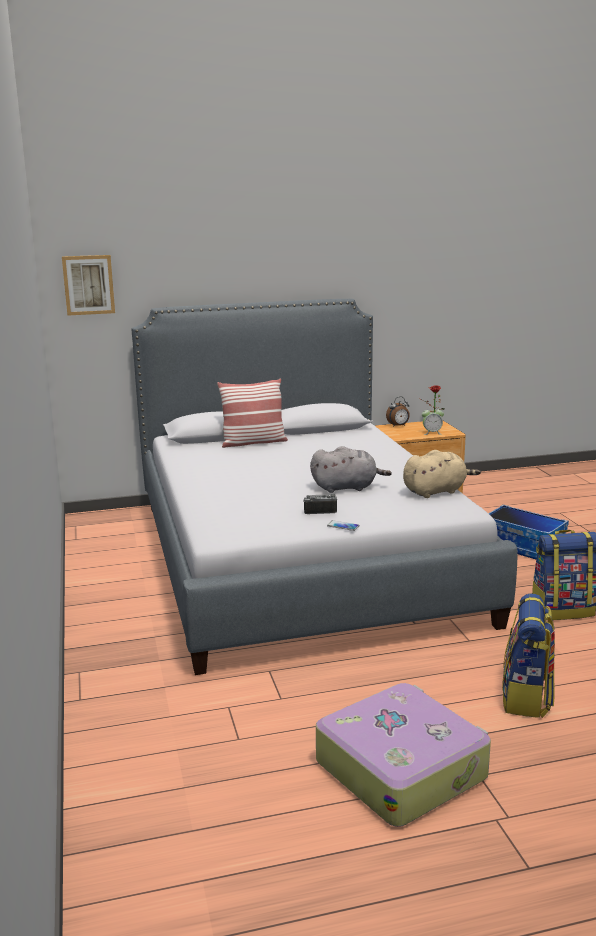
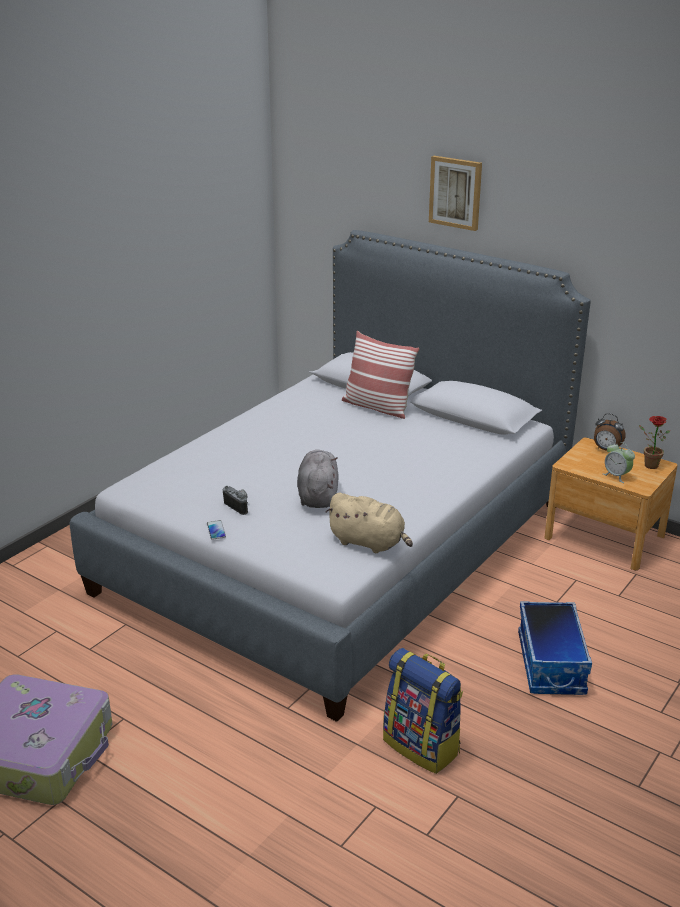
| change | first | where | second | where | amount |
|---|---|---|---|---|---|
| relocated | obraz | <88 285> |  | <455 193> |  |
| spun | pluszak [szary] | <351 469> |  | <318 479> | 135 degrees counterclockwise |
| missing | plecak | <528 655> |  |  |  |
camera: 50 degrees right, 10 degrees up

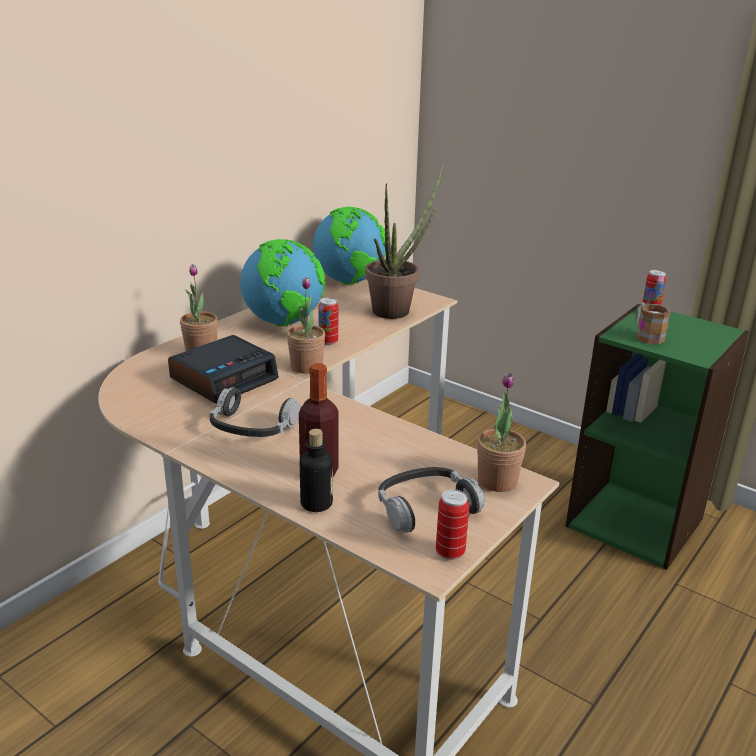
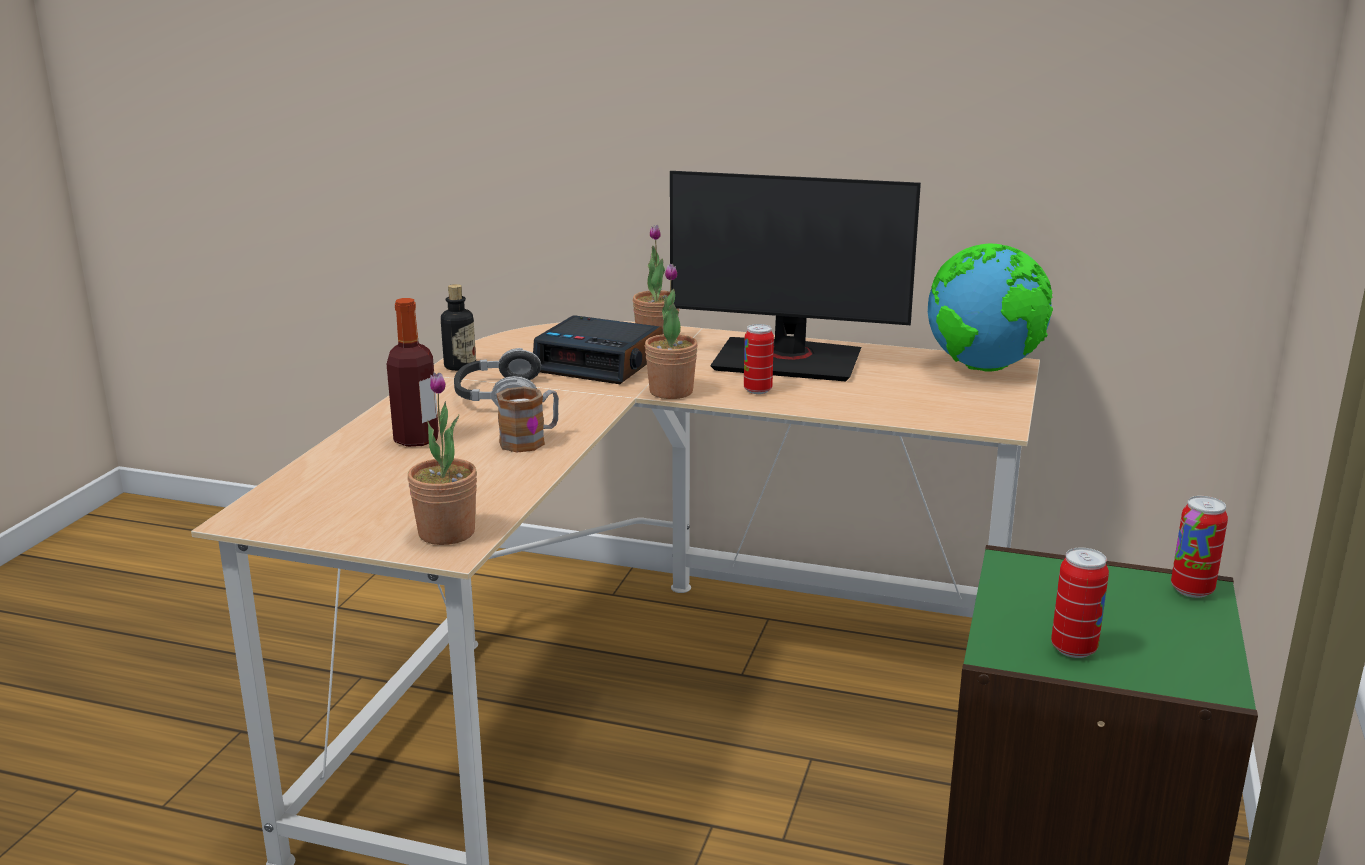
| change | first | where | second | where | amount |
|---|---|---|---|---|---|
| missing | roślina doniczkowa | <404 242> |  |  |  |
| exchanged | globus | <282 283> | monitor | <795 276> |  |
| relocated | kubek | <653 323> |  | <527 420> |  |
| relocated | butelka | <316 470> |  | <458 327> |  |
| missing | słuchawki | <431 500> |  |  |  |
| relocated | puszka | <452 524> |  | <1080 603> |  |
camera: 70 degrees right, 5 degrees down

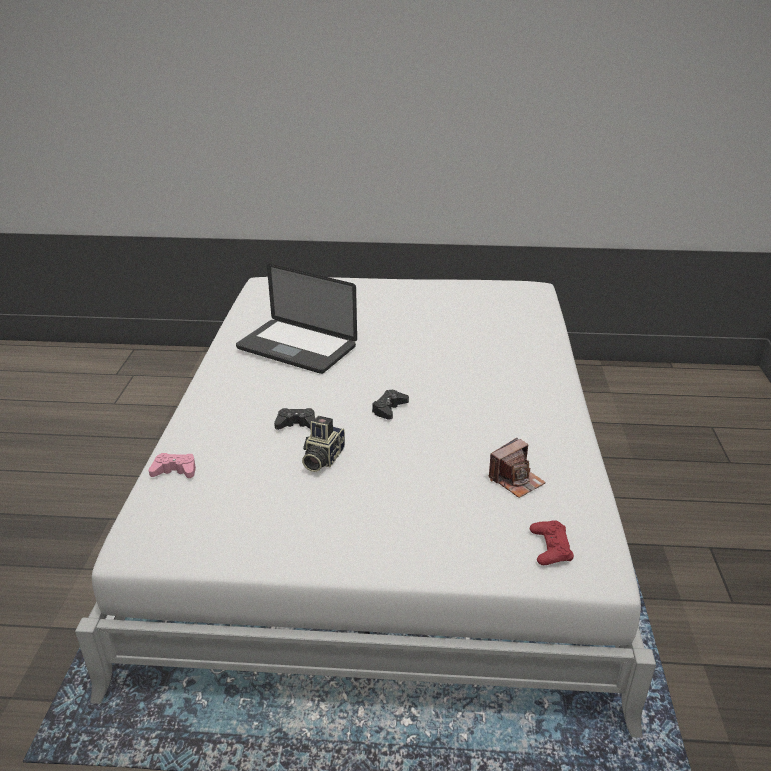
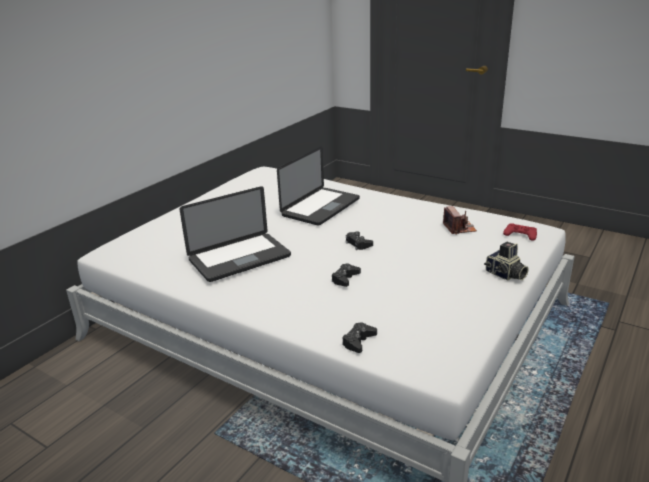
| change | first | where | second | where | amount |
|---|---|---|---|---|---|
| relocated | aparat fotograficzny | <323 444> |  | <506 261> |  |
| colour | pad do gier [różowy] | <172 465> | pad do gier [czarny] | <359 338> |  |
| appeared |  |  | laptop | <318 186> |  |
camera: 60 degrees left, 5 degrees down

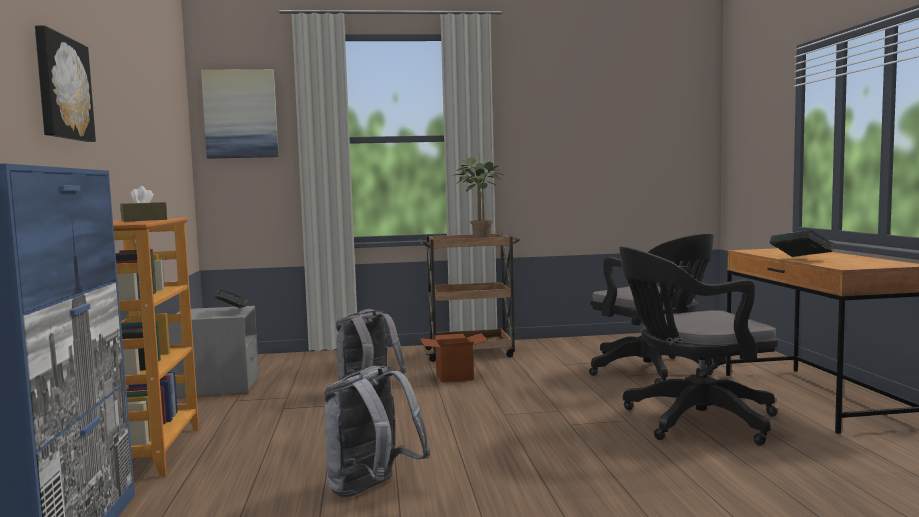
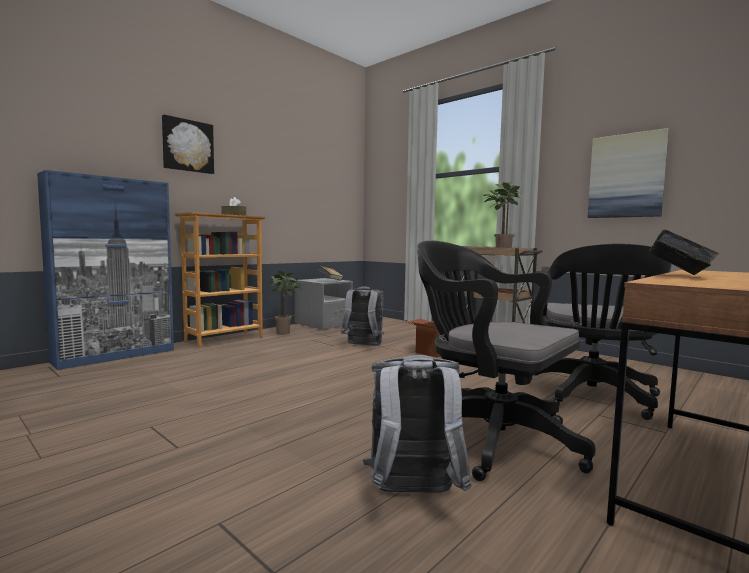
| change | first | where | second | where | amount |
|---|---|---|---|---|---|
| relocated | obraz | <240 114> |  | <628 173> |  |
| relocated | plecak [szary] | <377 431> |  | <417 424> |  |
| appeared |  |  | roślina doniczkowa | <286 303> |  |
camera: 50 degrees right, 0 degrees up

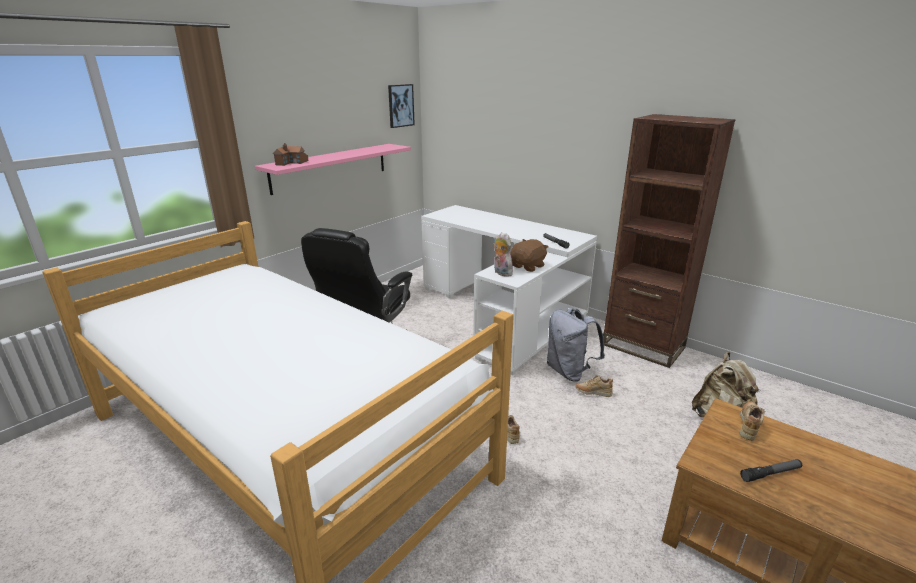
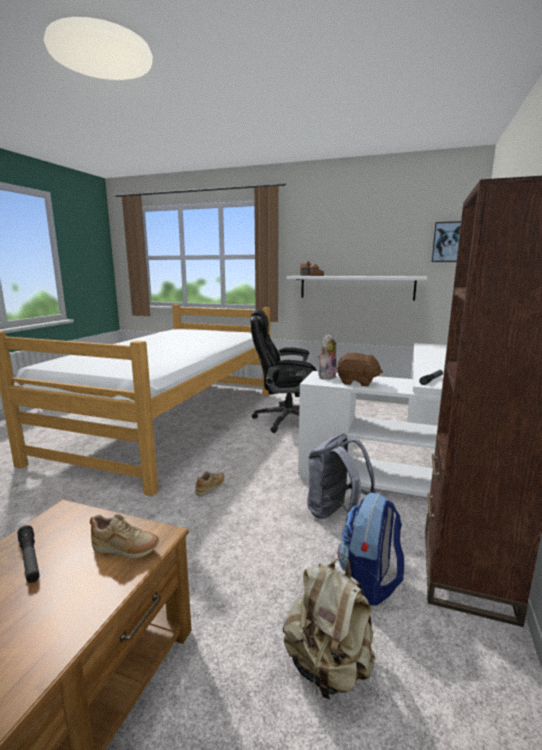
| change | first | where | second | where | amount |
|---|---|---|---|---|---|
| colour | półka [różowy] | <333 169> | półka [biały] | <357 288> |  |
| missing | but [beżowy] | <594 386> |  |  |  |
| appeared |  |  | plecak | <371 549> |  |
camera: 70 degrees right, 10 degrees down

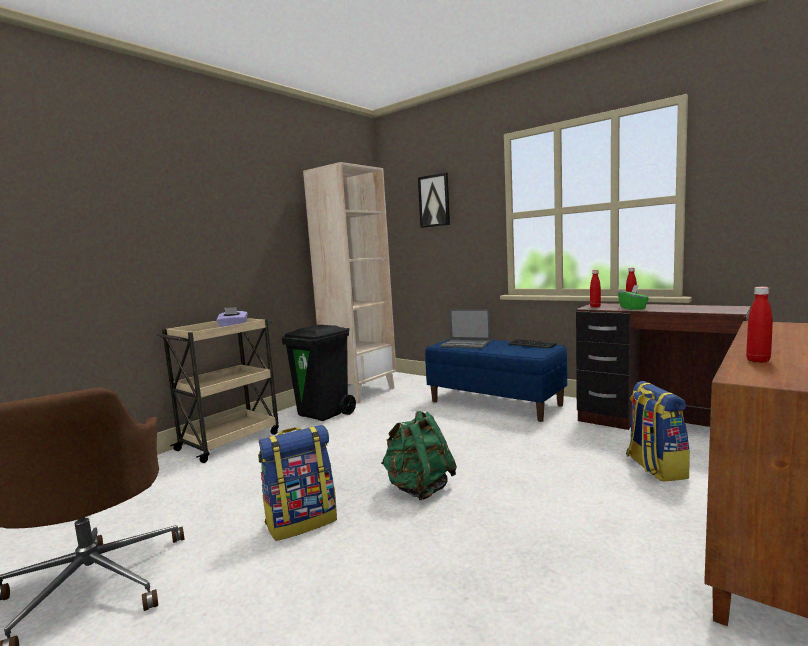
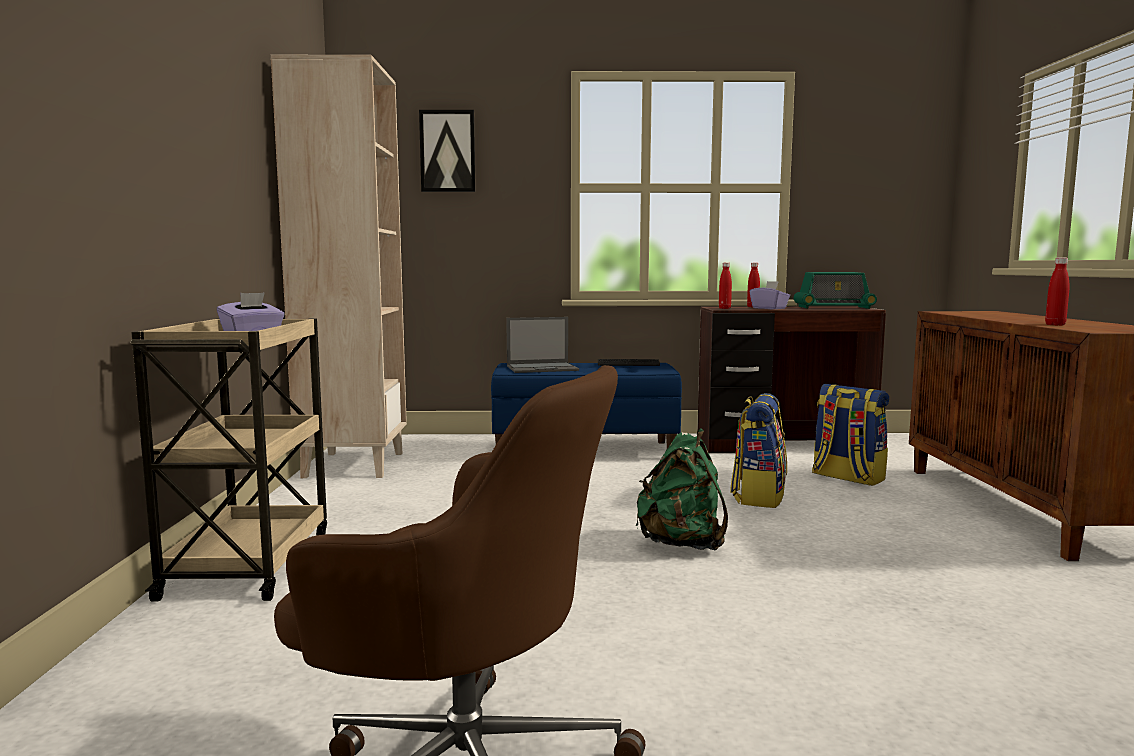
| change | first | where | second | where | amount |
|---|---|---|---|---|---|
| colour | pudełko chusteczek [zielony] | <633 297> | pudełko chusteczek [fioletowy] | <770 295> |  |
| missing | kosz na śmieci [czarny] | <319 373> |  |  |  |
| relocated | plecak | <297 483> |  | <758 450> |  |
| appeared |  |  | radio | <835 290> |  |
camera: 40 degrees left, 0 degrees up

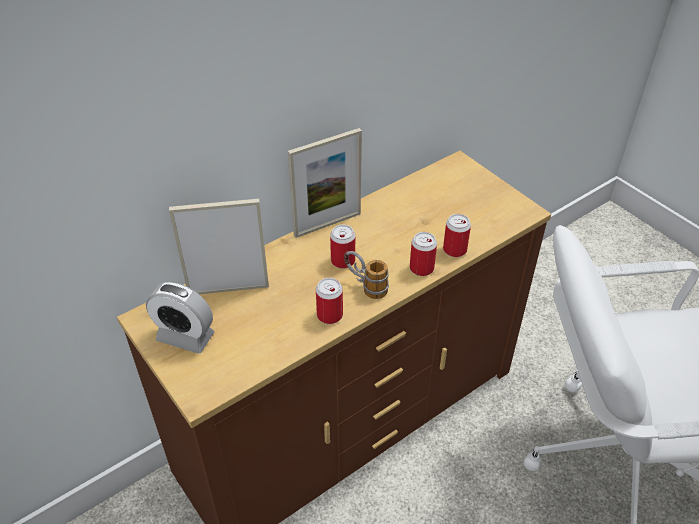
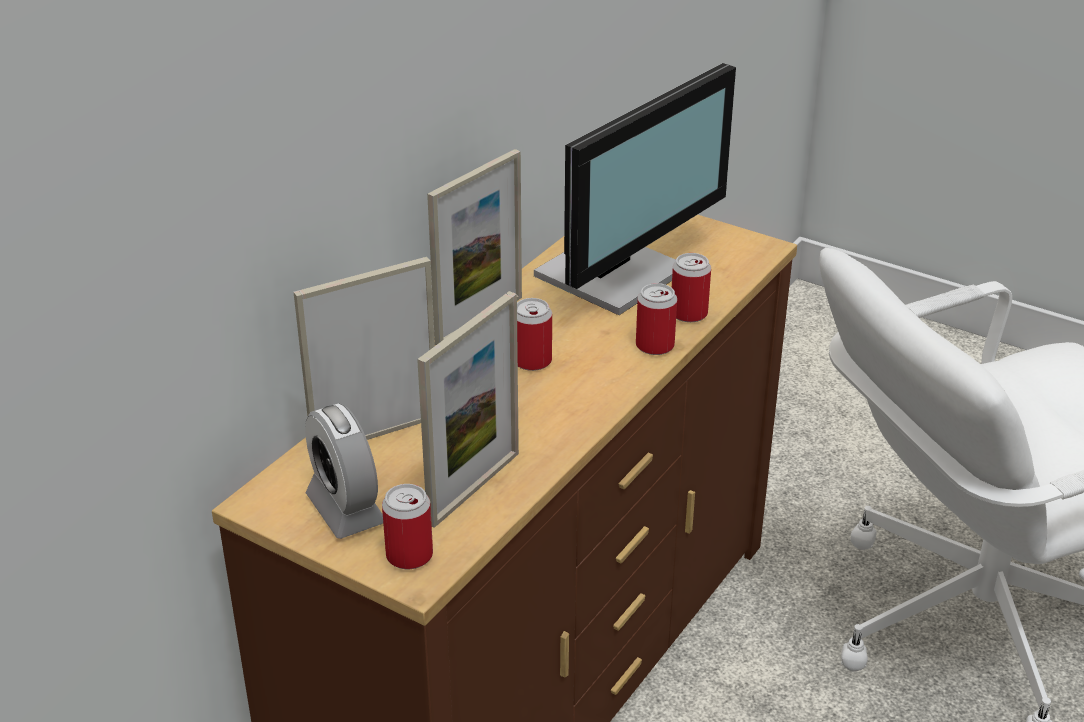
| change | first | where | second | where | amount |
|---|---|---|---|---|---|
| missing | kubek | <366 275> |  |  |  |
| relocated | puszka | <329 301> |  | <407 526> |  |
| spun | budzik | <180 318> |  | <344 471> | 60 degrees clockwise |
| appeared |  |  | monitor | <635 189> |  |
| appeared |  |  | ramka na zdjęcie | <468 409> |  |
camera: 20 degrees left, 10 degrees down

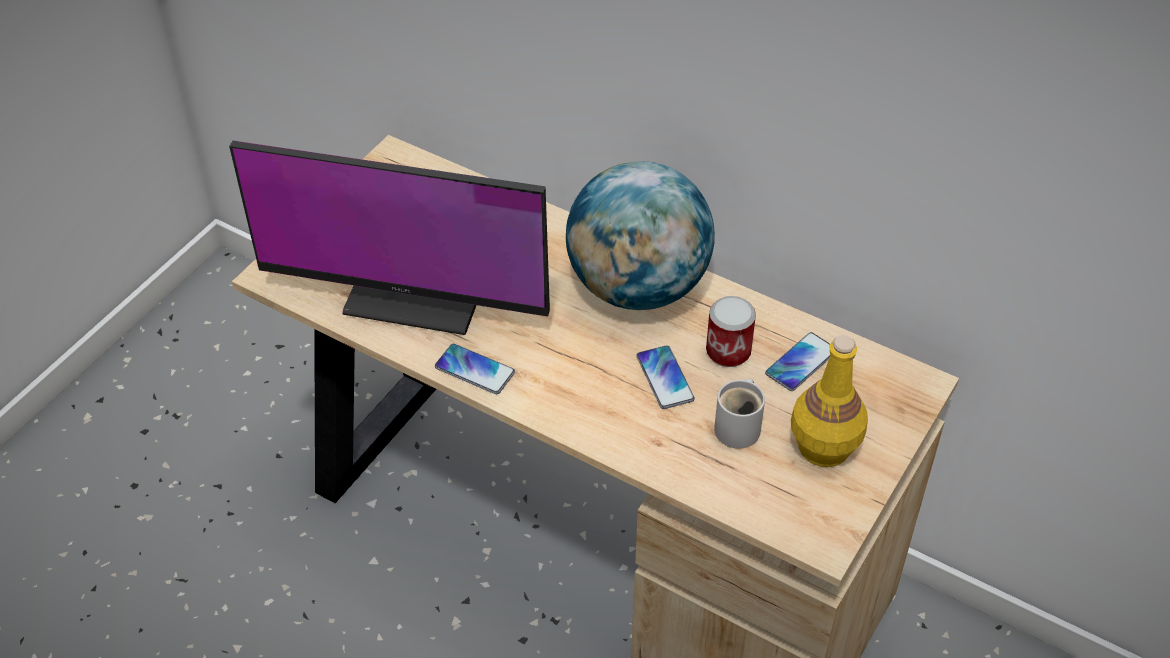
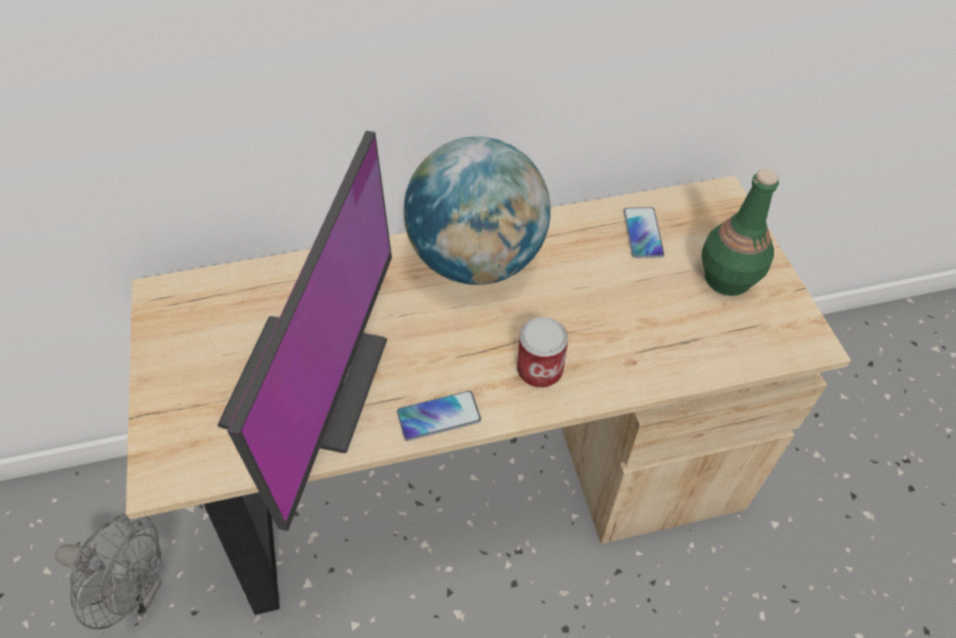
| change | first | where | second | where | amount |
|---|---|---|---|---|---|
| spun | monitor | <389 237> |  | <304 331> | 45 degrees counterclockwise |
| relocated | puszka | <731 331> |  | <542 352> |  |
| colour | butelka [żółty] | <829 401> | butelka [zielony] | <740 232> |  |
| missing | telefon | <665 377> |  |  |  |
| missing | kubek [biały] | <739 413> |  |  |  |
| appeared |  |  | wentylator [szary] | <108 571> |  |
camera: 45 degrees left, 5 degrees up

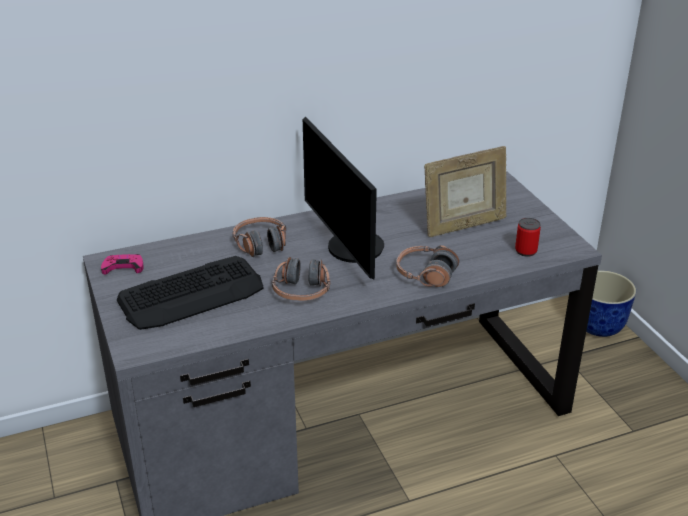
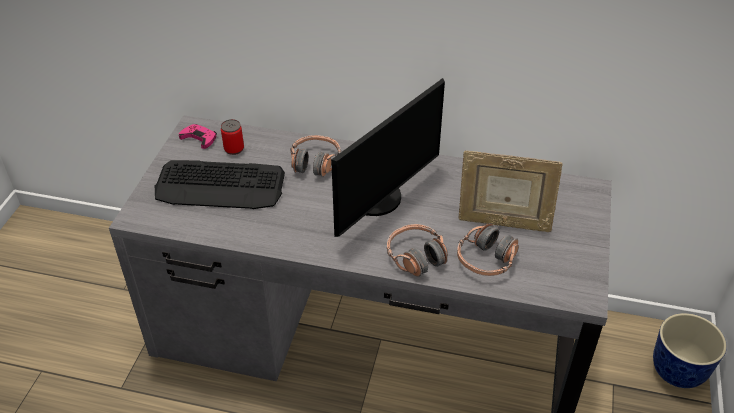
| change | first | where | second | where | amount |
|---|---|---|---|---|---|
| spun | monitor | <343 198> |  | <388 157> | 150 degrees counterclockwise |
| relocated | puszka | <528 237> |  | <232 137> |  |
| relocated | słuchawki | <301 279> |  | <488 249> |  |
camera: 35 degrees right, 10 degrees up

